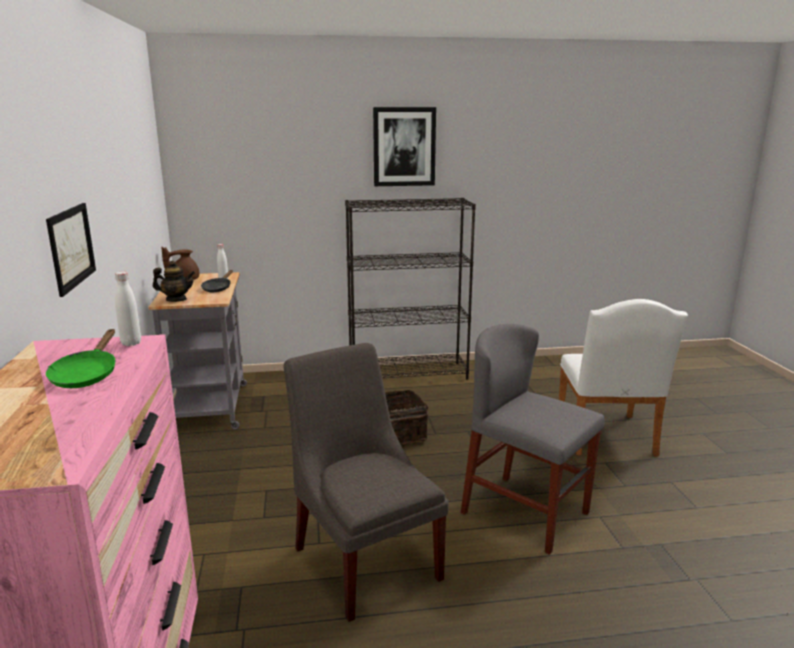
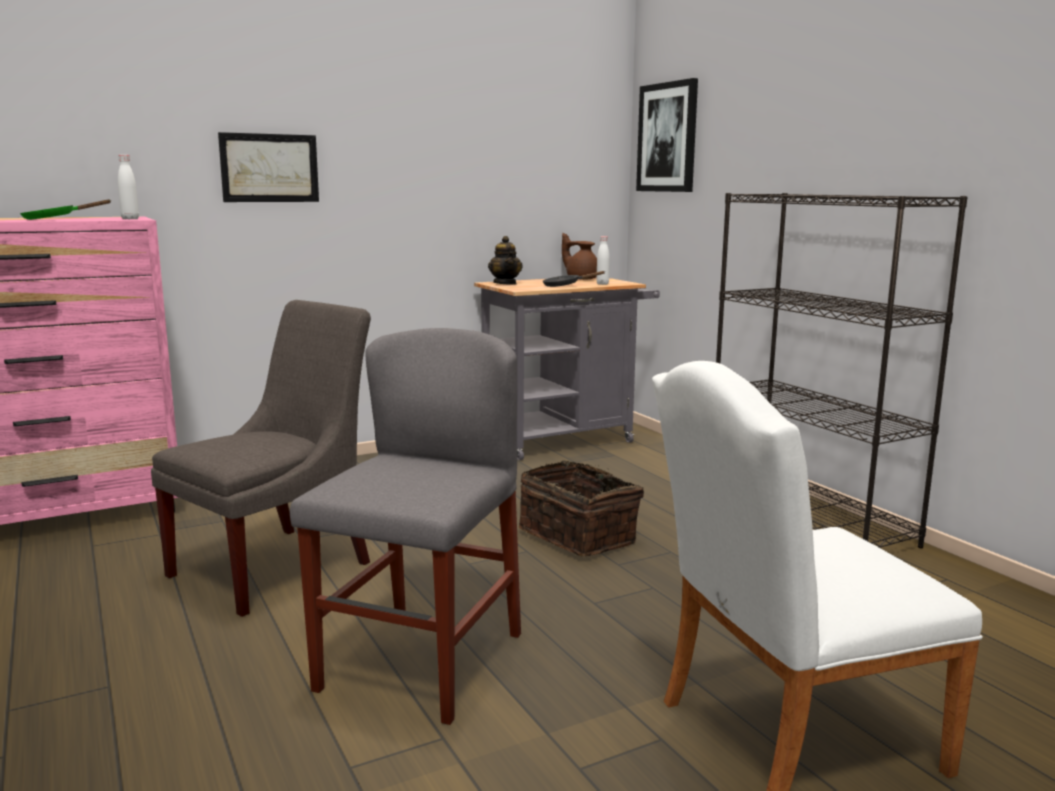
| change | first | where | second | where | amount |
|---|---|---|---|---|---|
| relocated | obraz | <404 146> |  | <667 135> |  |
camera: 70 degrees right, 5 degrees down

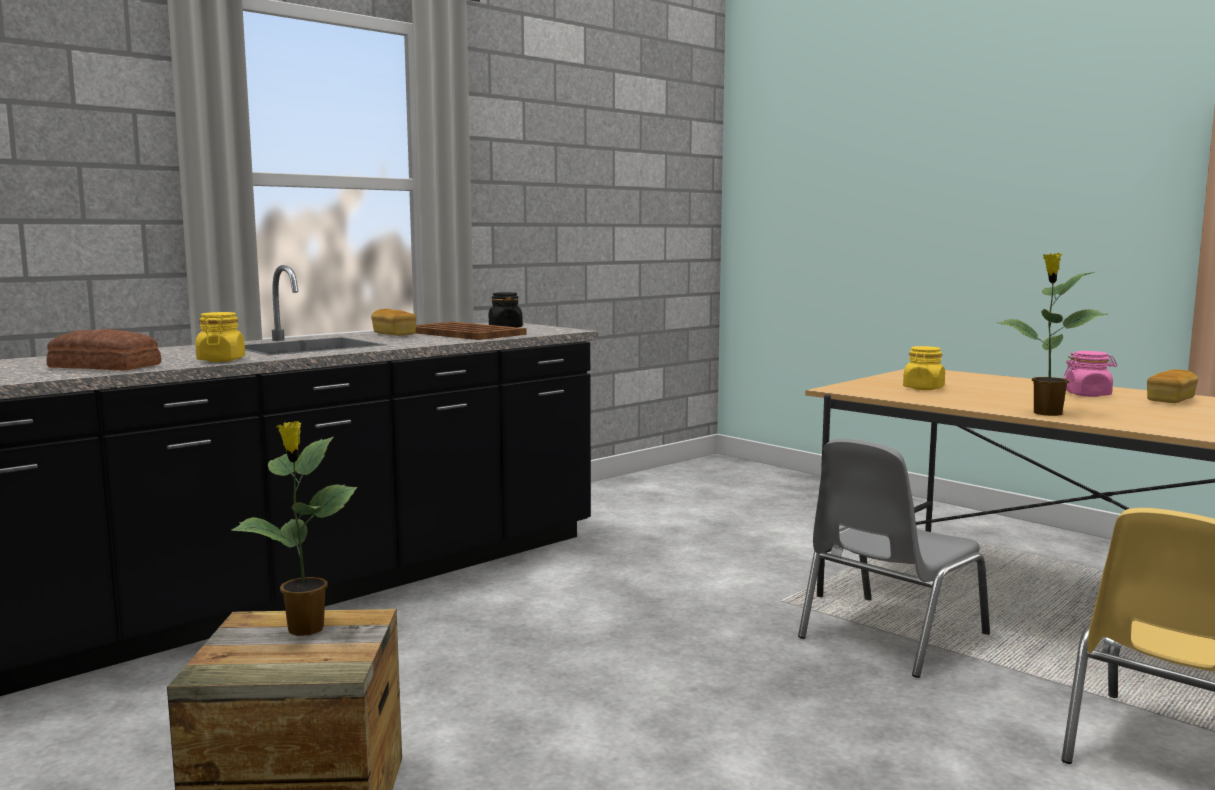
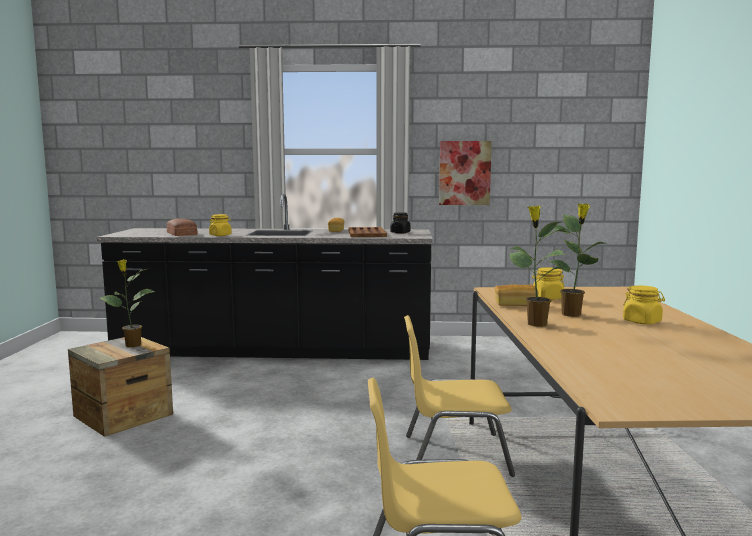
| change | first | where | second | where | amount |
|---|---|---|---|---|---|
| colour | słoik [różowy] | <1090 374> | słoik [żółty] | <644 304> |  |
| relocated | chleb | <1172 386> |  | <516 295> |  |
| colour | krzesło [szary] | <894 558> | krzesło [żółty] | <459 396> |  |
| appeared |  |  | obraz | <465 173> |  |
| appeared |  |  | roślina doniczkowa | <577 260> |  |
camera: 45 degrees right, 0 degrees up

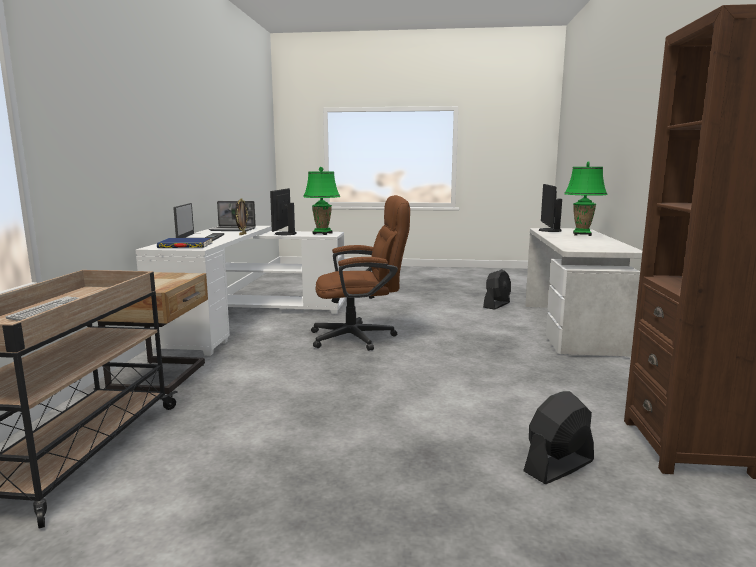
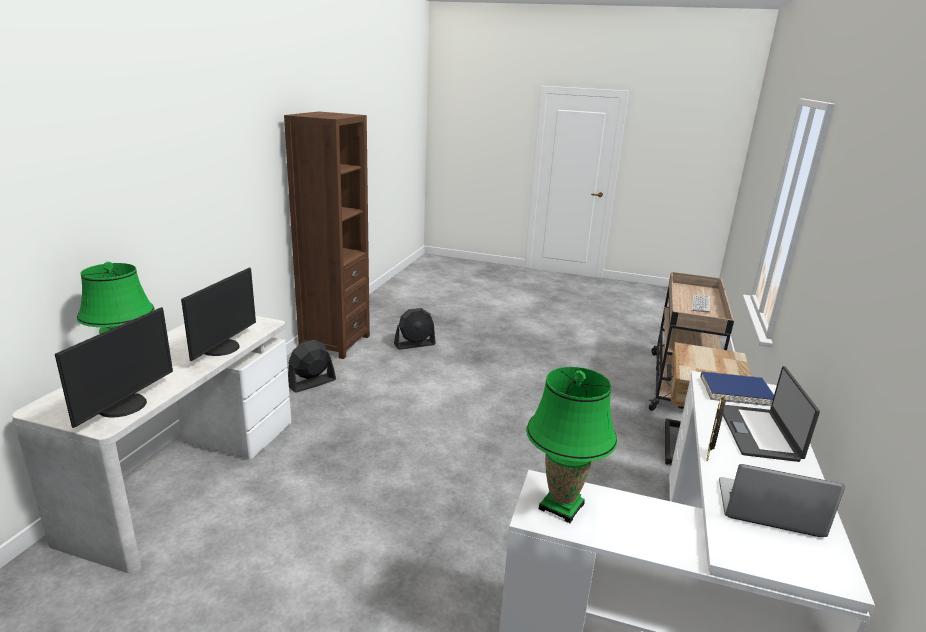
| change | first | where | second | where | amount |
|---|---|---|---|---|---|
| relocated | monitor | <283 211> |  | <218 314> |  |
| missing | krzesło biurowe [brązowy] | <360 273> |  |  |  |
| relocated | wentylator [czarny] | <497 289> |  | <312 366> |  |
camera: 170 degrees left, 10 degrees up

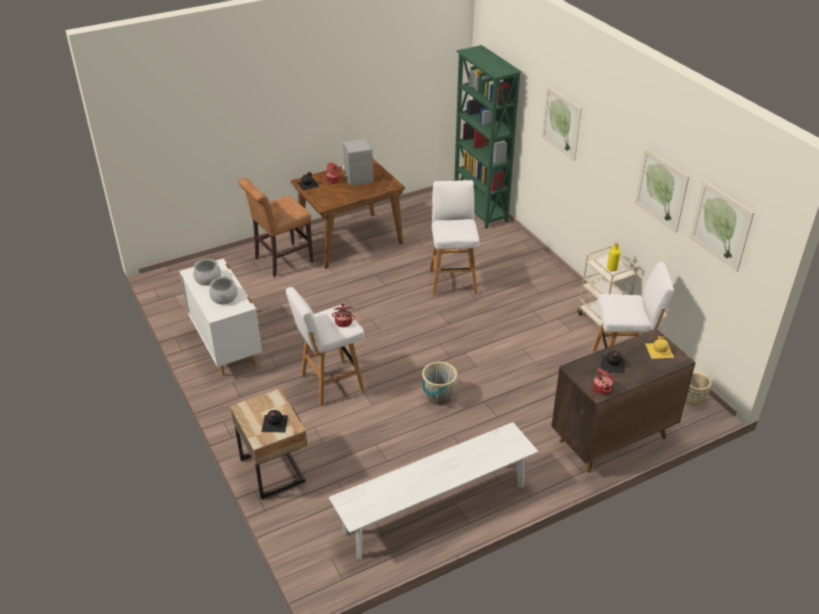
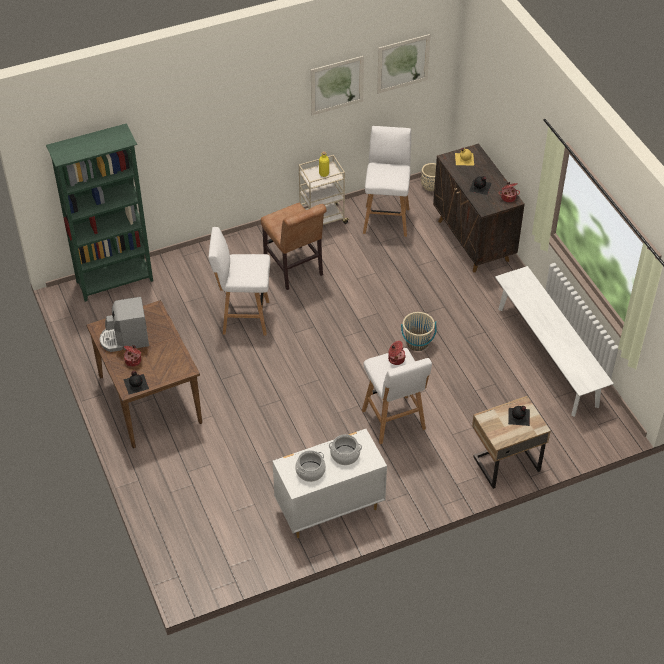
| change | first | where | second | where | amount |
|---|---|---|---|---|---|
| missing | obraz | <562 123> |  |  |  |
| relocated | krzesło [brązowy] | <276 227> |  | <294 246> |  |
camera: 85 degrees left, 10 degrees up

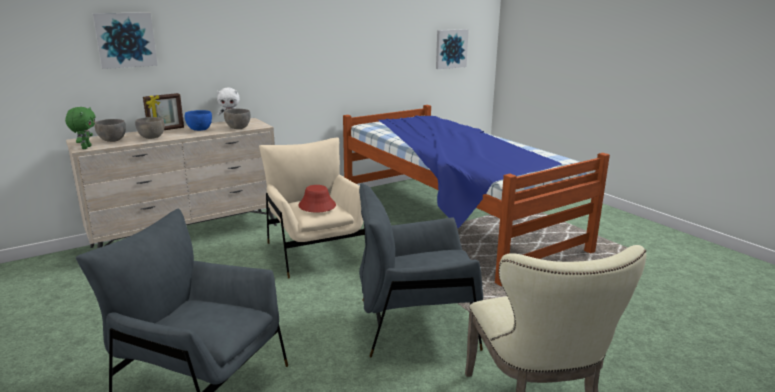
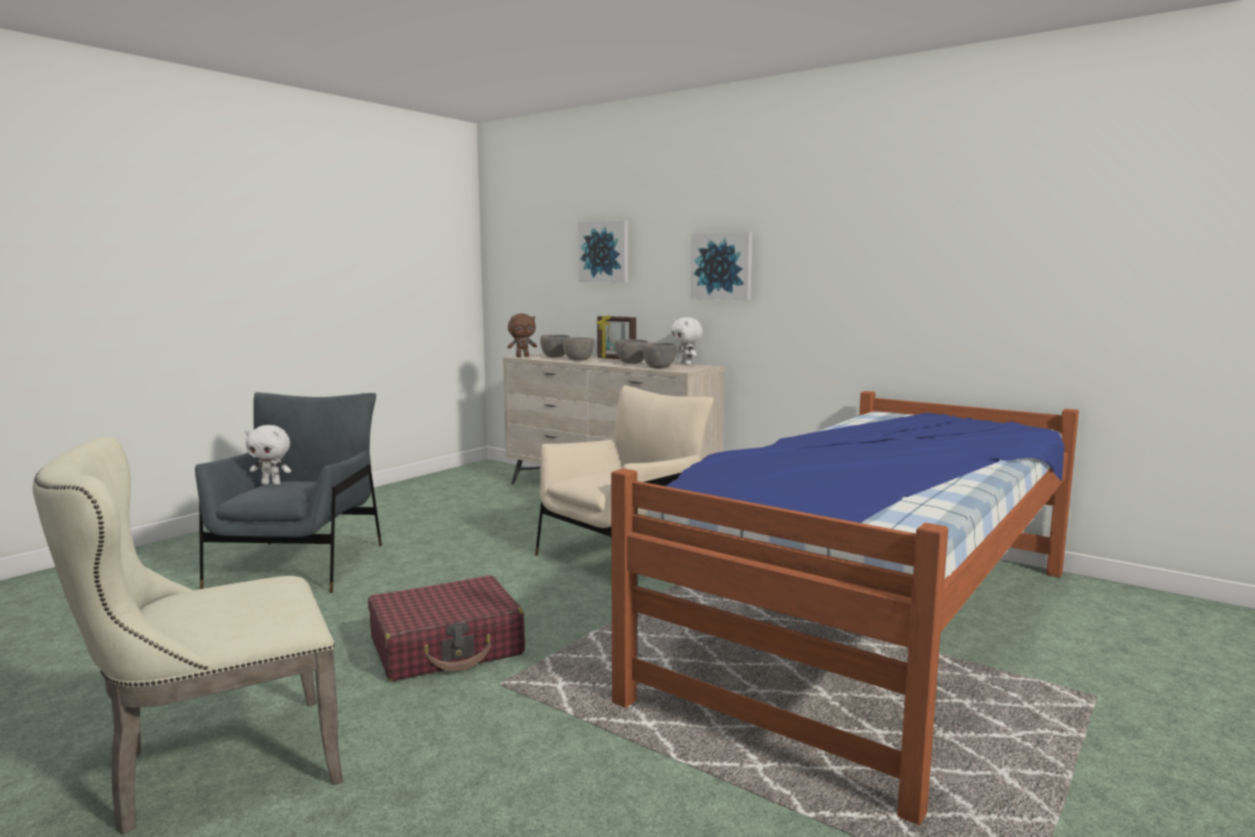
| change | first | where | second | where | amount |
|---|---|---|---|---|---|
| relocated | obraz | <452 49> |  | <721 266> |  |
| colour | pluszak [zielony] | <80 128> | pluszak [brązowy] | <522 335> |  |
| colour | miska [niebieski] | <198 120> | miska [szary] | <631 351> |  |
| exchanged | fotel [szary] | <421 270> | walizka [czerwony] | <446 628> |  |
| missing | kapelusz [czerwony] | <317 198> |  |  |  |
| appeared |  |  | pluszak [biały] | <268 455> |  |
camera: 70 degrees right, 10 degrees down

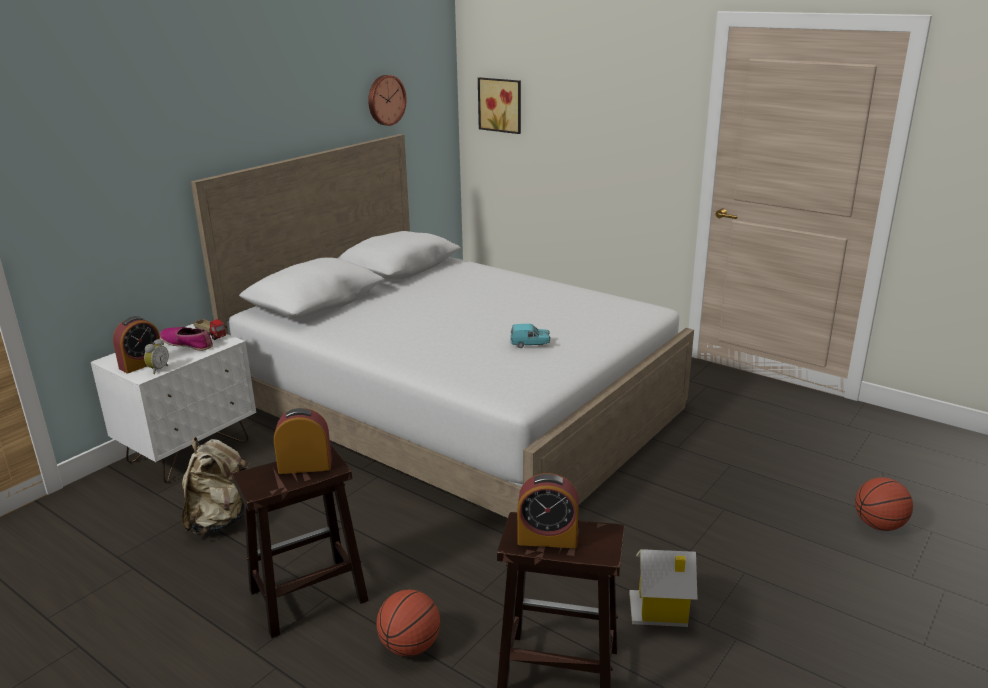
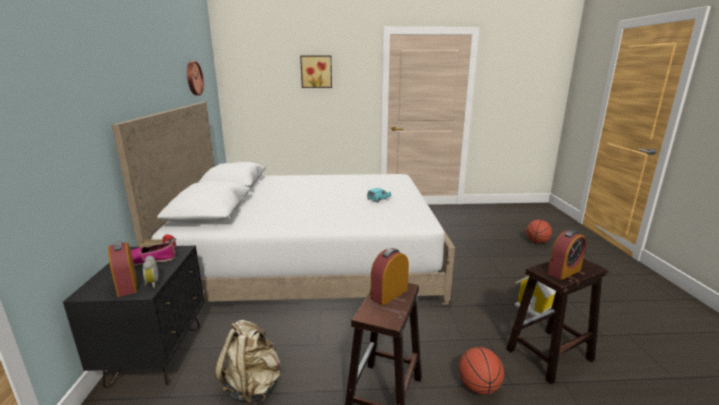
| change | first | where | second | where | amount |
|---|---|---|---|---|---|
| relocated | obraz | <499 105> |  | <316 72> |  |
| spun | budzik | <136 344> |  | <122 269> | 150 degrees clockwise |
| colour | szafka nocna [biały] | <173 403> | szafka nocna [czarny] | <134 316> |  |
camera: 40 degrees left, 5 degrees down

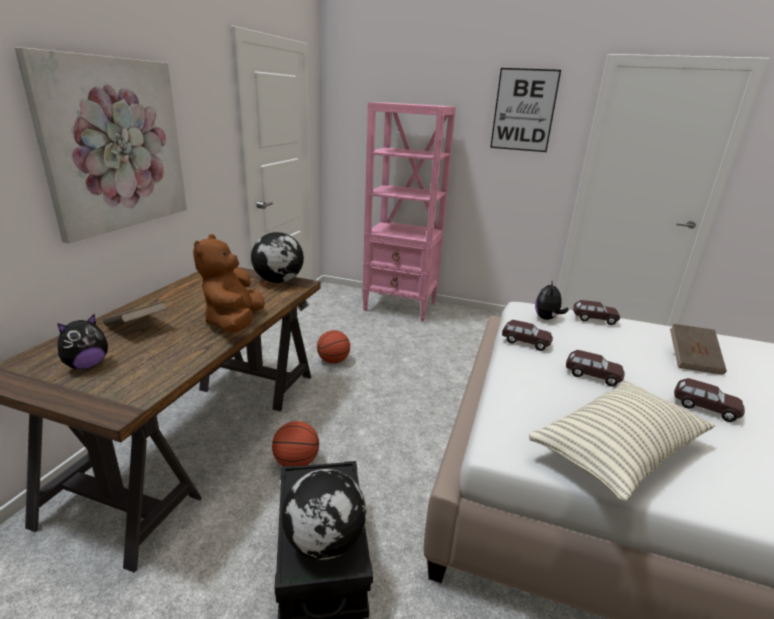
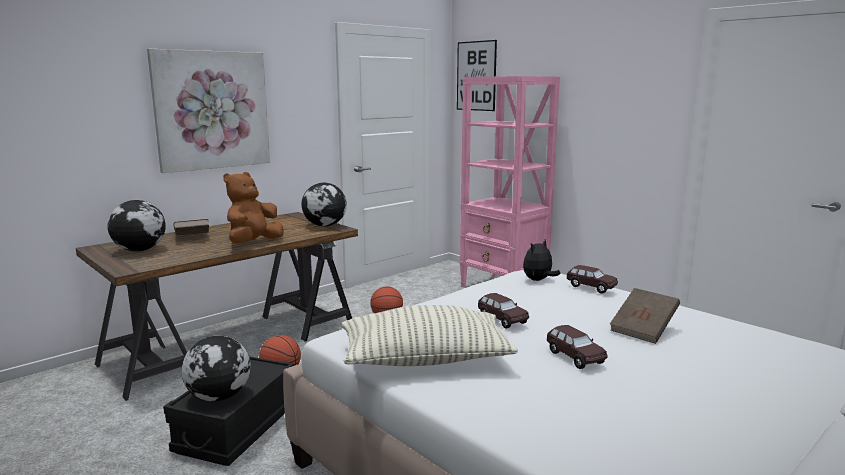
| change | first | where | second | where | amount |
|---|---|---|---|---|---|
| relocated | obraz | <525 110> |  | <477 75> |  |
| exchanged | pluszak | <82 341> | globus | <137 225> |  |
| missing | samochodzik [brązowy] | <527 335> |  |  |  |
camera: 30 degrees right, 10 degrees down

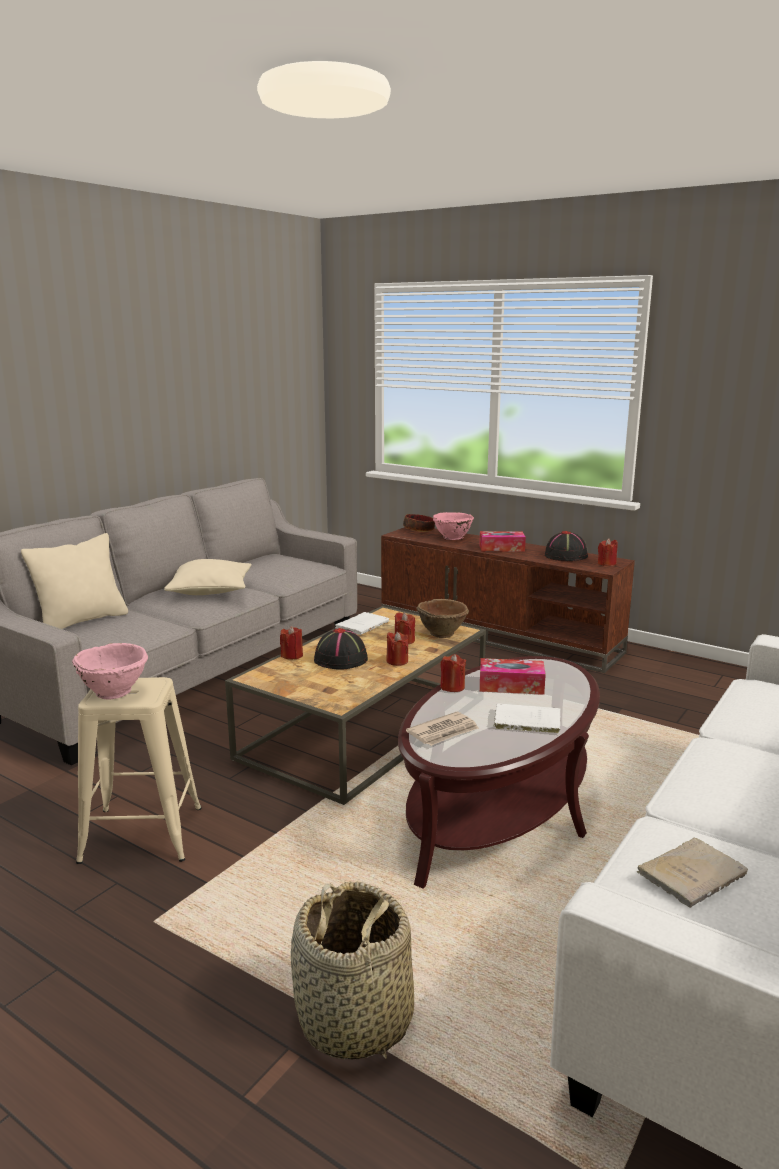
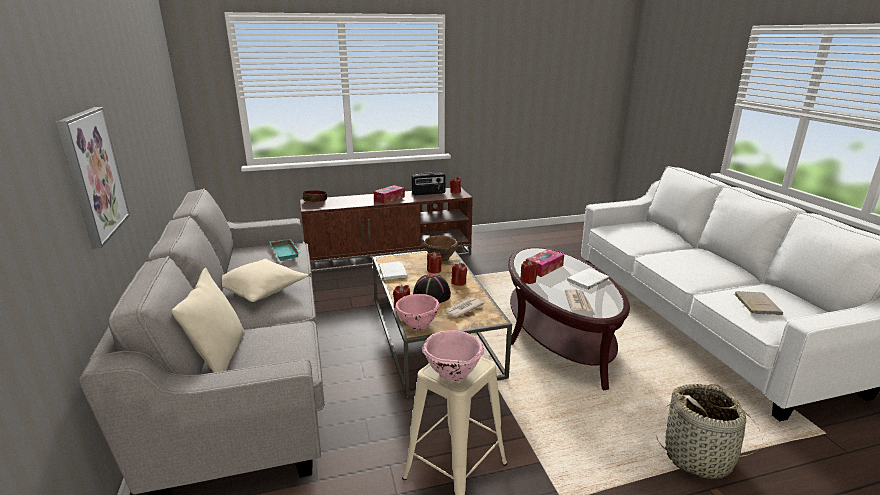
| change | first | where | second | where | amount |
|---|---|---|---|---|---|
| relocated | miska [różowy] | <453 526> |  | <417 312> |  |
| exchanged | kapelusz [czarny] | <566 546> | radio | <429 184> |  |
| appeared |  |  | obraz | <93 178> |  |
| appeared |  |  | taca [turkusowy] | <285 250> |  |
| appeared |  |  | gazeta | <463 307> |  |
camera: 50 degrees left, 5 degrees up

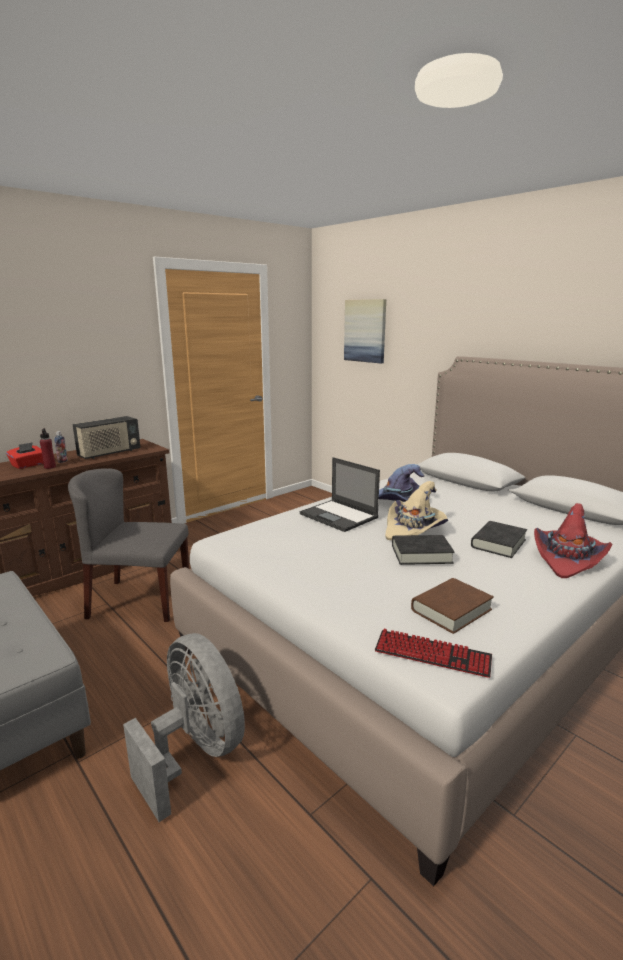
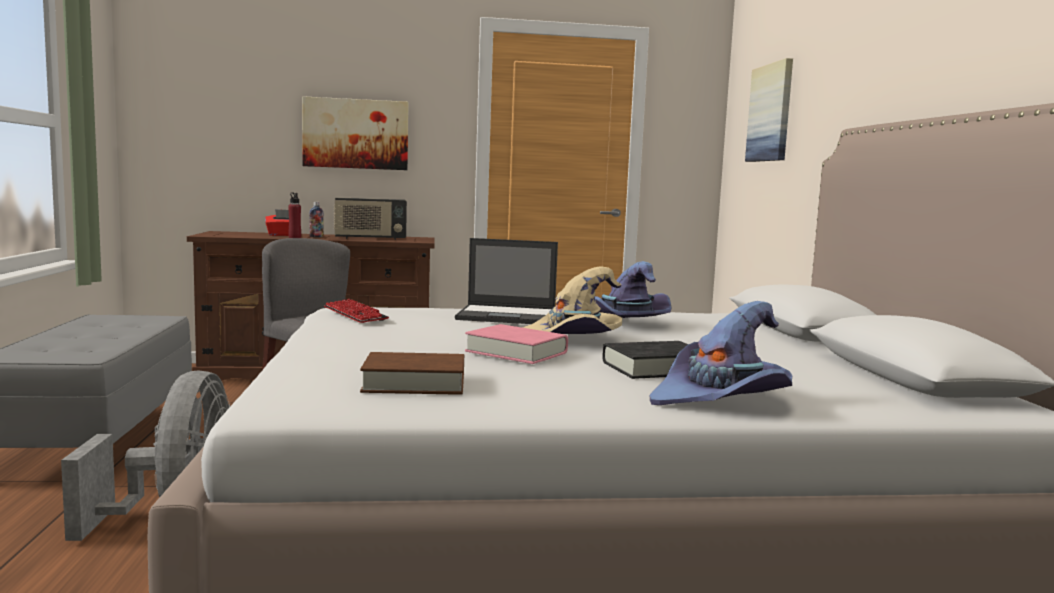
| change | first | where | second | where | amount |
|---|---|---|---|---|---|
| spun | laptop | <340 494> |  | <506 281> | 75 degrees counterclockwise |
| colour | kapelusz [czerwony] | <573 540> | kapelusz [fioletowy] | <720 353> |  |
| colour | książka [czarny] | <423 550> | książka [różowy] | <516 344> |  |
| relocated | klawiatura | <433 653> |  | <356 311> |  |
| appeared |  |  | obraz | <355 133> |  |
camera: 35 degrees right, 10 degrees down

